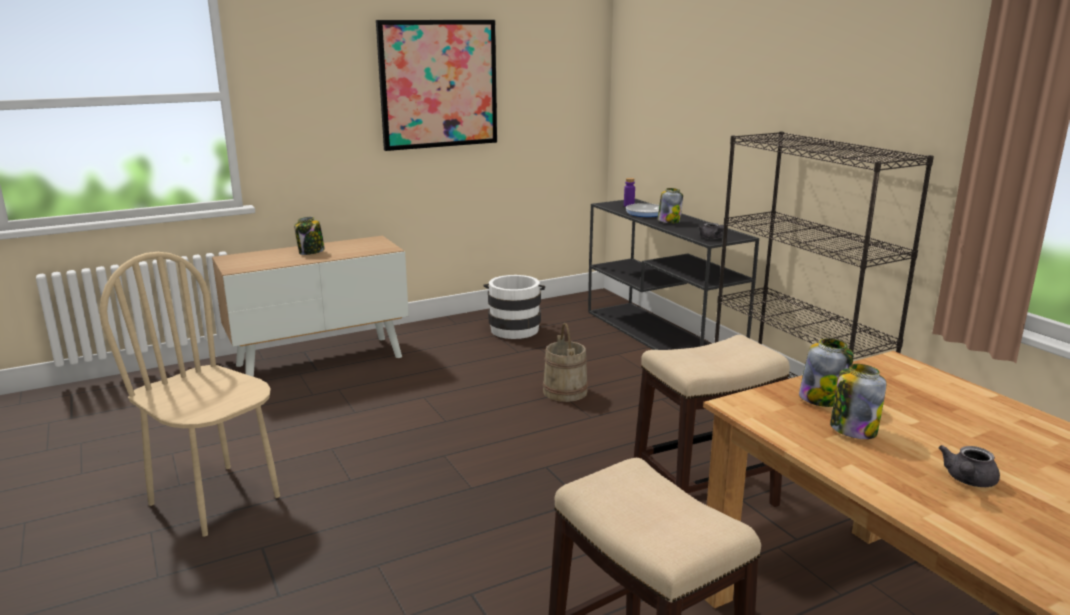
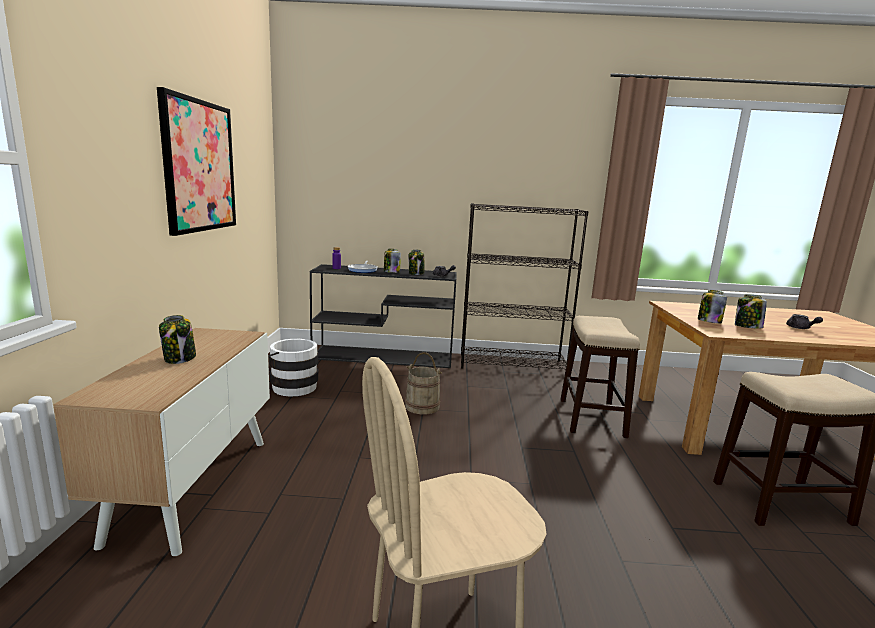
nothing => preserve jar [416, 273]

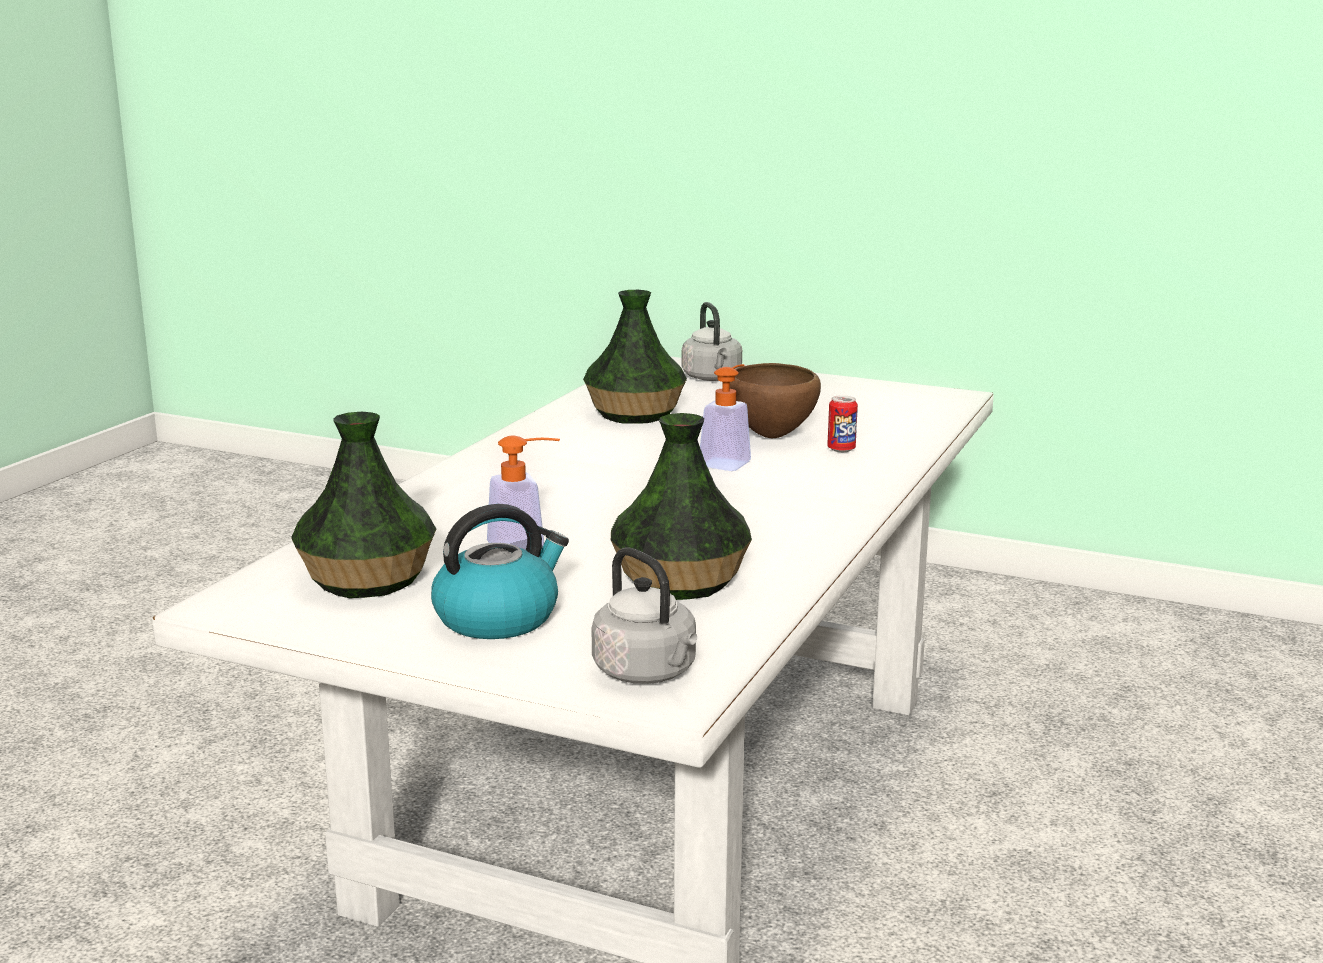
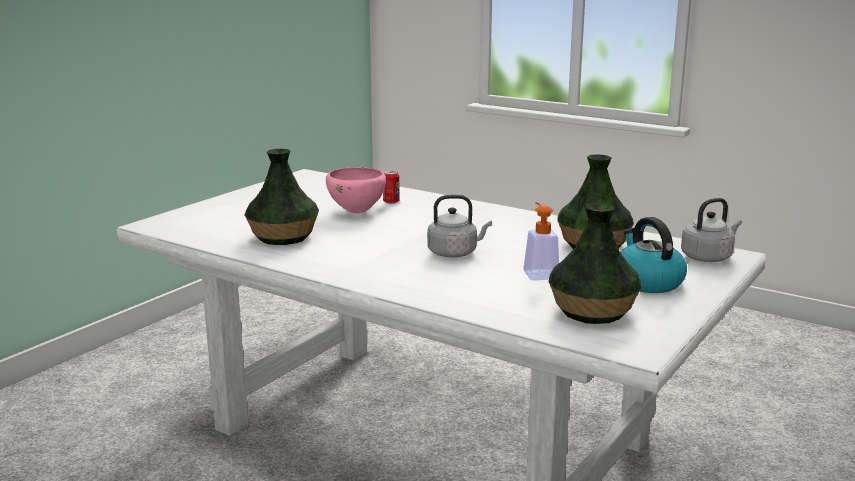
brownish serving bowl [772, 436] => pinkish serving bowl [357, 212]
greyish kettle [712, 378] => greyish kettle [455, 253], moved
soap dispenser [728, 461] => nothing

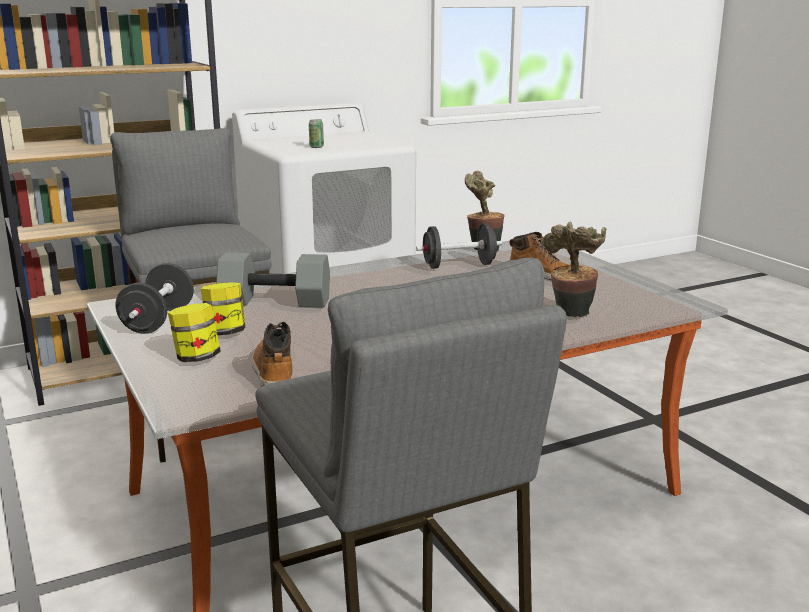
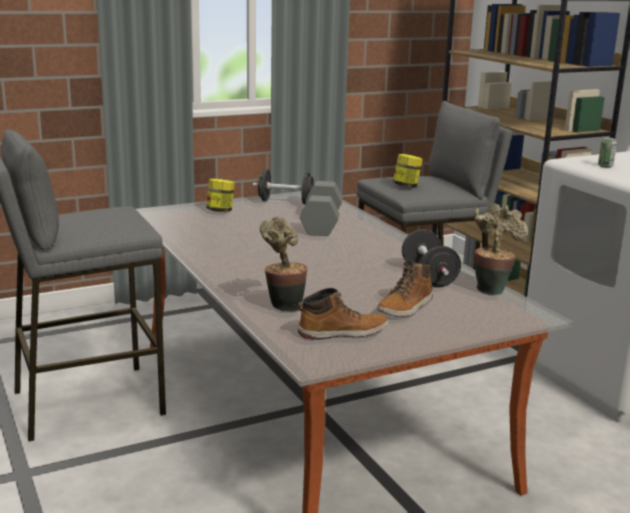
high-top boot [273, 372] => high-top boot [342, 332], moved
preserve jar [225, 332] => preserve jar [406, 186], moved

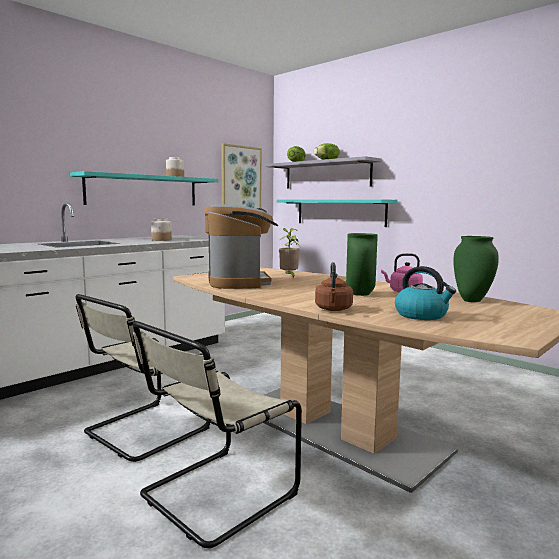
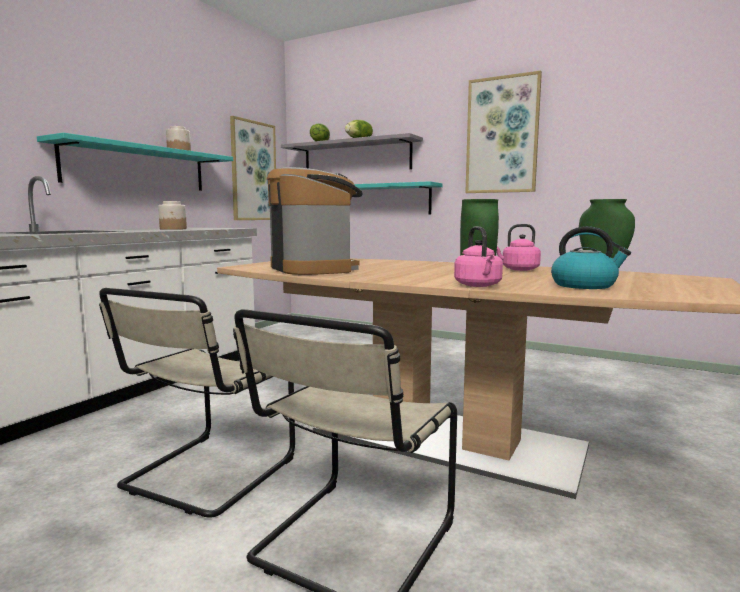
brownish kettle [333, 309] => pinkish kettle [479, 285]
nothing => wall picture [502, 135]
plant in a pot [289, 276] => nothing

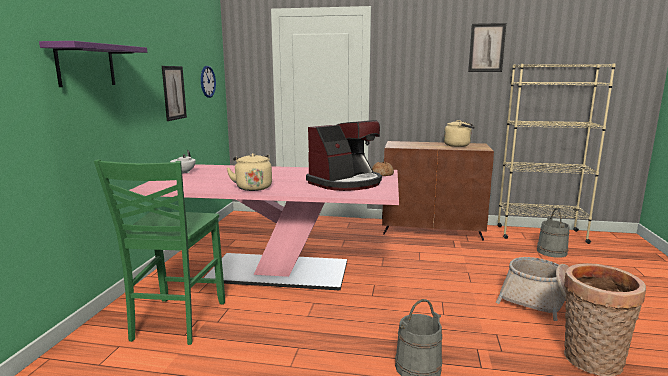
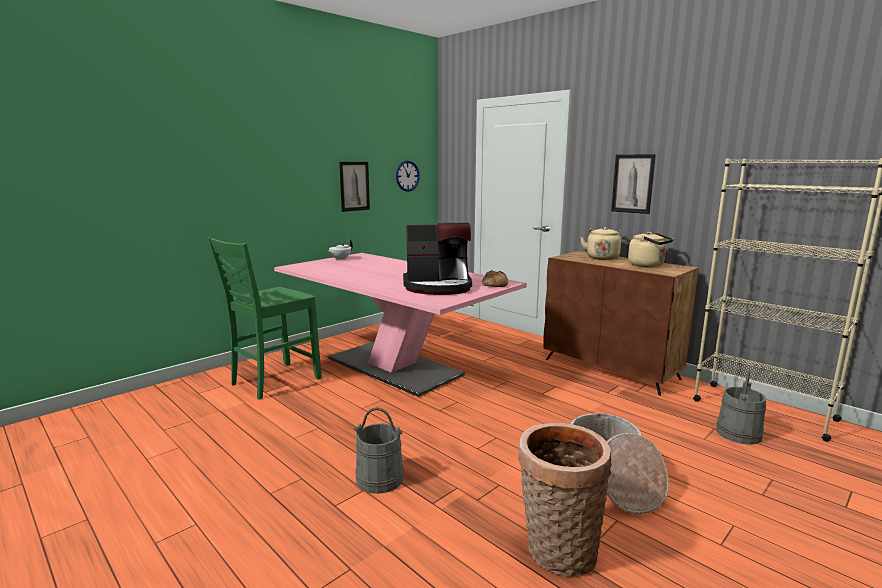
beige-coloured kettle [253, 187] => beige-coloured kettle [602, 257], moved
wall picture [486, 48] => wall picture [632, 183], moved
purplish bracket shelf [86, 65] => nothing

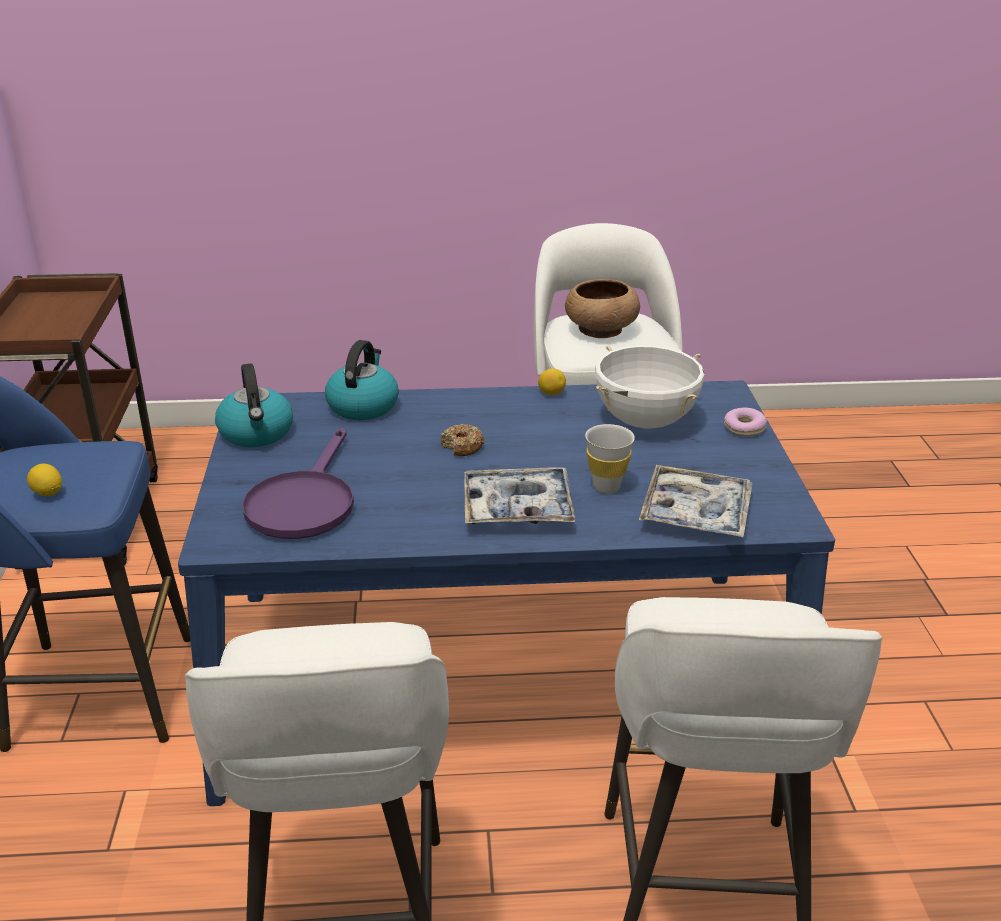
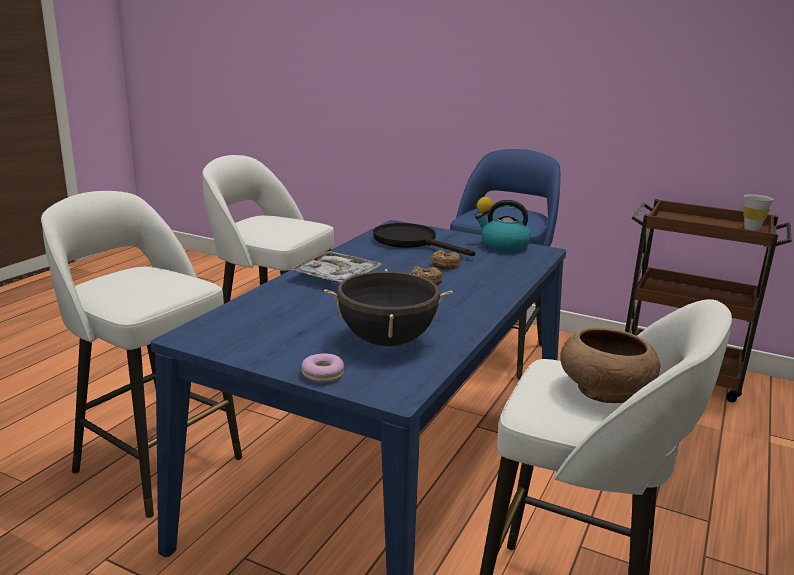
whitish stockpot [645, 421] => black-coloured stockpot [387, 341]
purplish pan [304, 502] => black-coloured pan [412, 242]
nothing => ring doughnut [445, 265]
whitish small cup [606, 487] => whitish small cup [751, 229], moved
kettle [363, 405] => nothing
whole lemon [551, 393] => nothing
serving tray [695, 512] => nothing

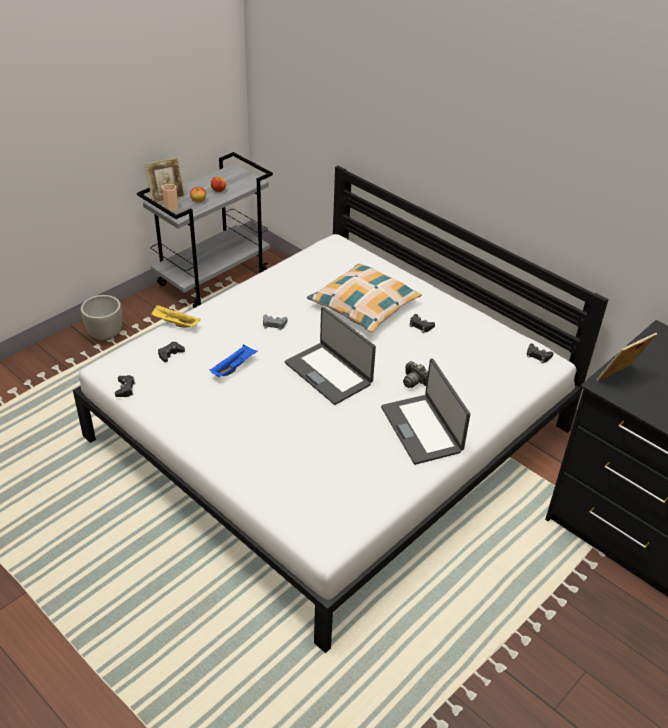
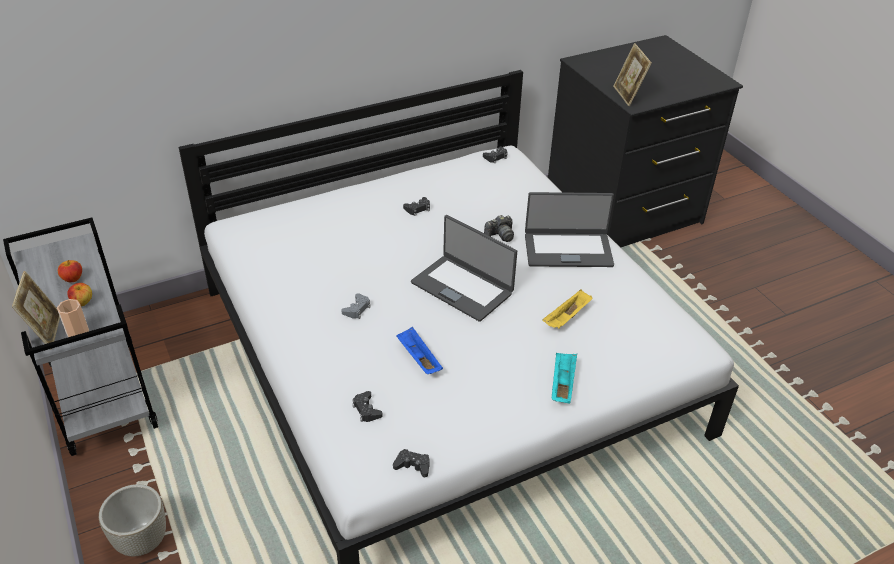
notebook computer [329, 373] => notebook computer [462, 287], 60 degrees clockwise
yellow serving tray [175, 323] => yellow serving tray [566, 318], moved
nothing => turquoise serving tray [562, 384]
cushion [364, 305] => nothing

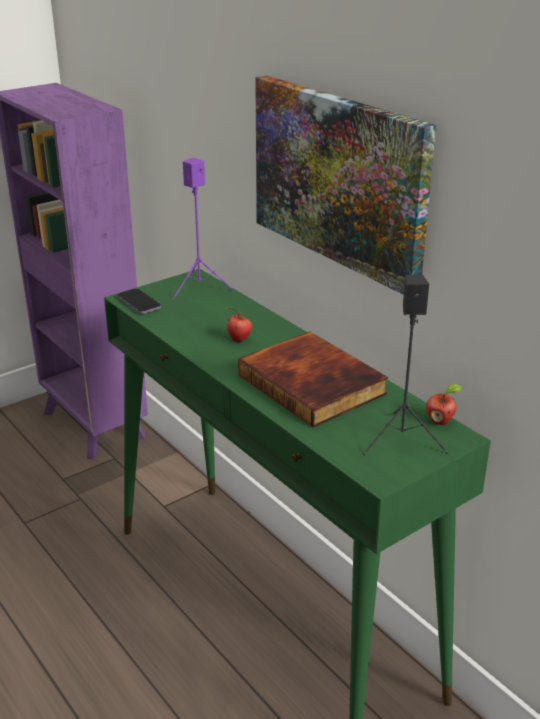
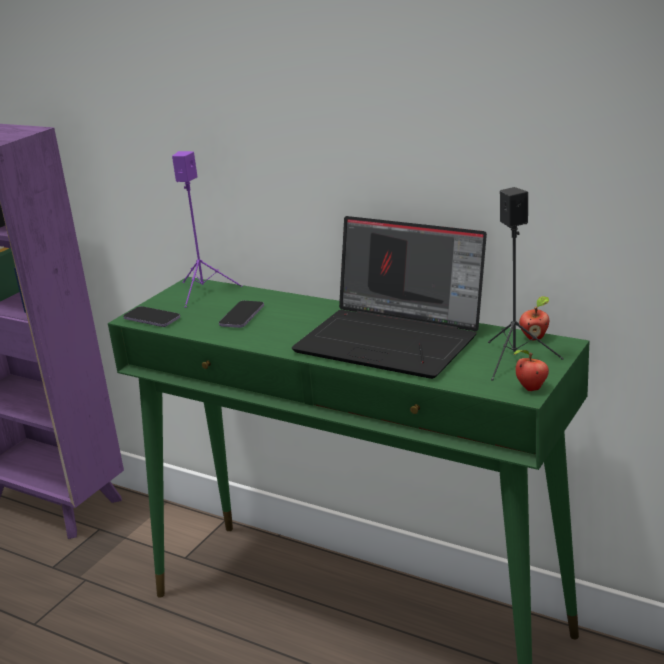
nothing => handset [242, 316]
volume [314, 384] => notebook computer [394, 339]
apple fruit [238, 340] => apple fruit [530, 388], moved
wall picture [339, 179] => nothing

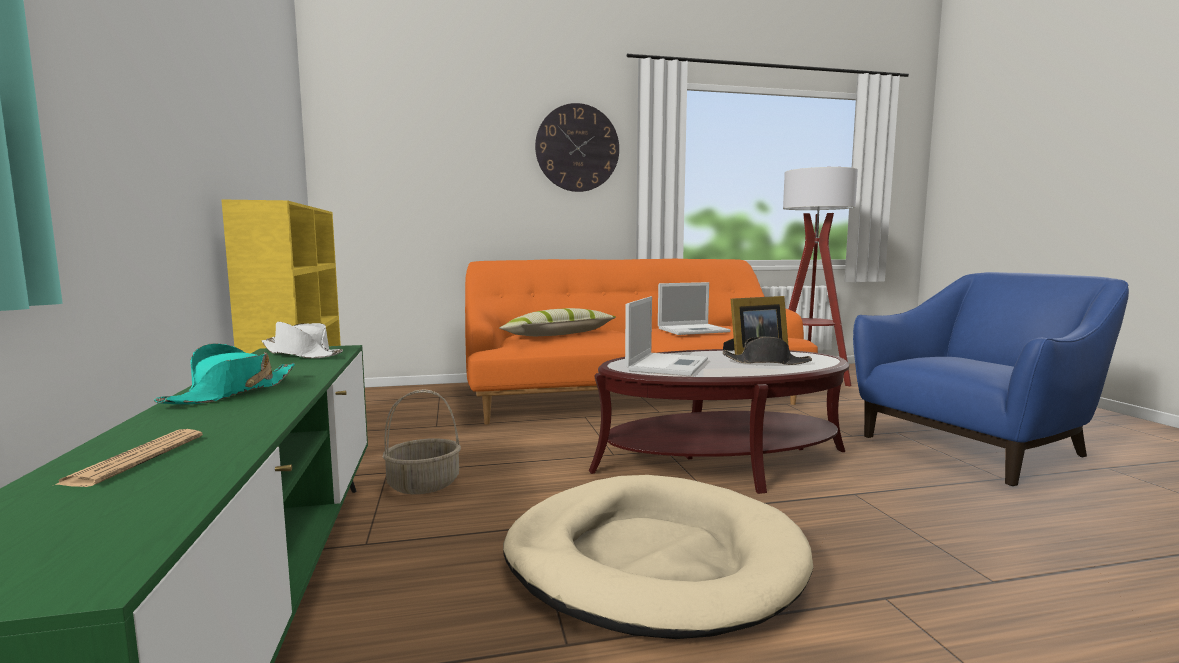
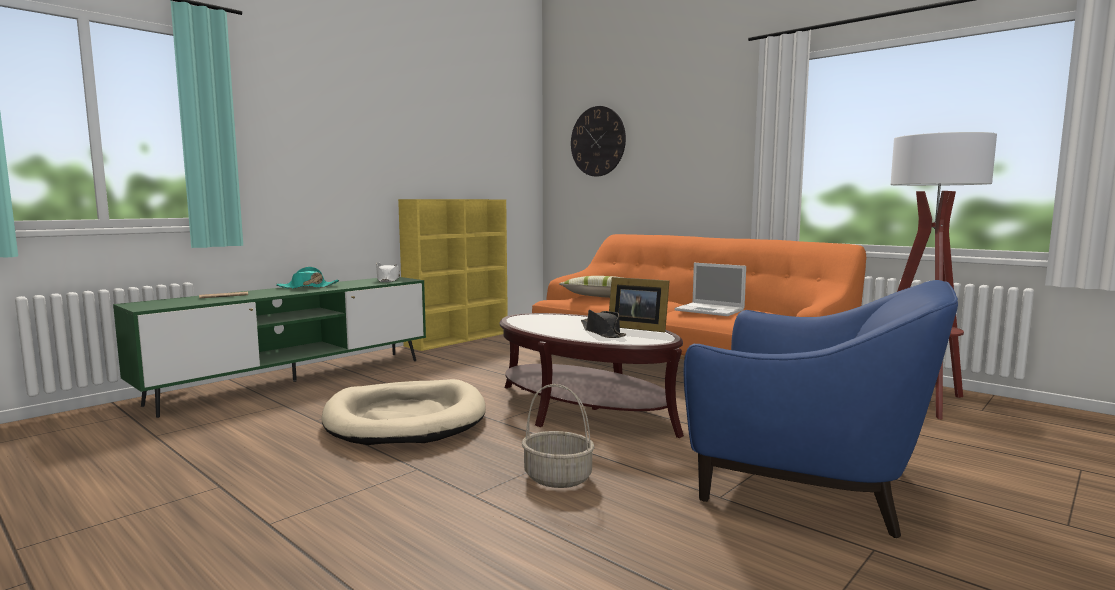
household basket [423, 485] => household basket [556, 478], moved
hanging clock [577, 148] => hanging clock [598, 141], moved
notebook computer [668, 364] => nothing

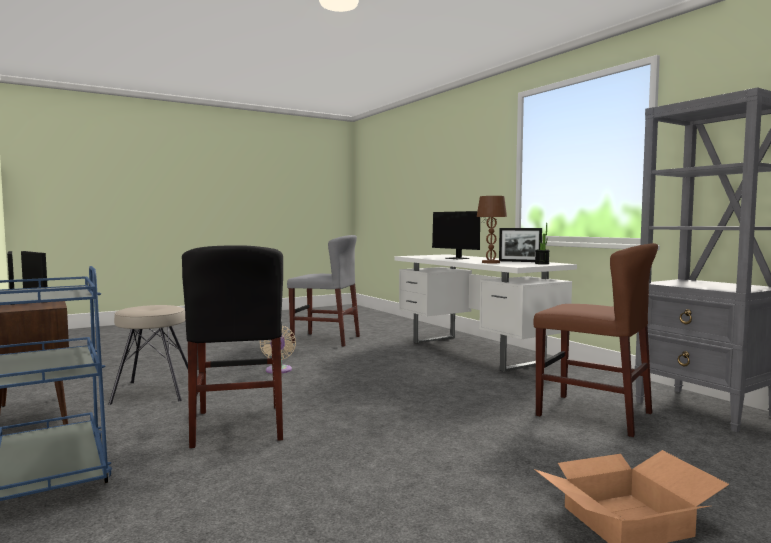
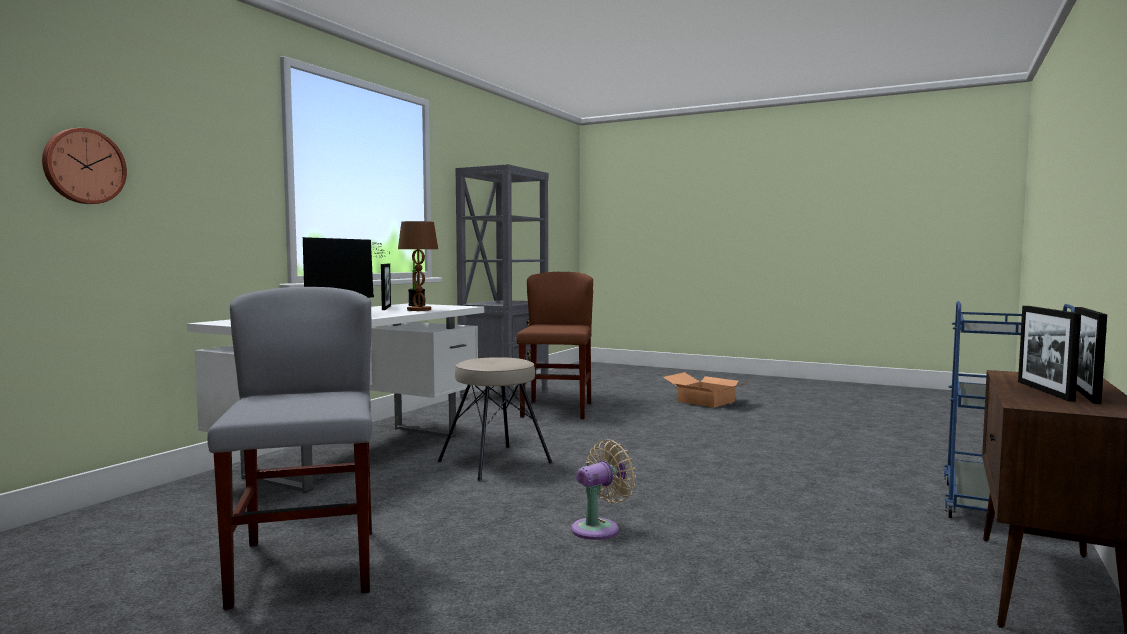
nothing => hanging clock [83, 166]
beige-coloured stool [153, 391] => beige-coloured stool [495, 462], moved
black-coloured chair [238, 425] => nothing

